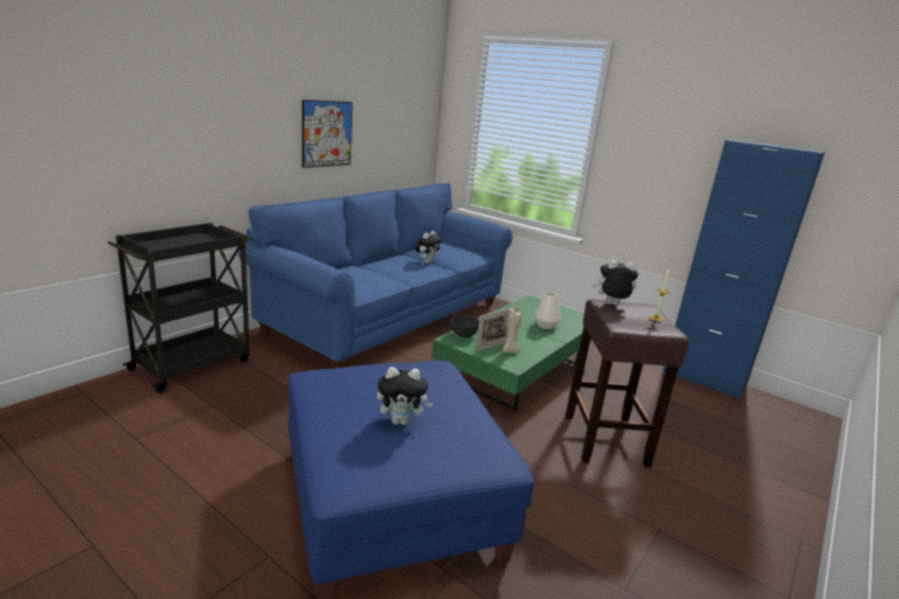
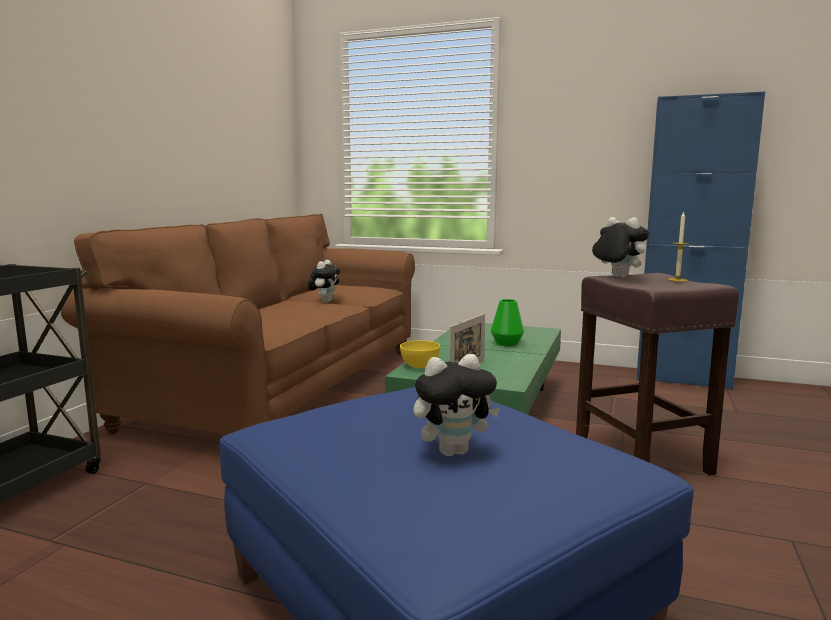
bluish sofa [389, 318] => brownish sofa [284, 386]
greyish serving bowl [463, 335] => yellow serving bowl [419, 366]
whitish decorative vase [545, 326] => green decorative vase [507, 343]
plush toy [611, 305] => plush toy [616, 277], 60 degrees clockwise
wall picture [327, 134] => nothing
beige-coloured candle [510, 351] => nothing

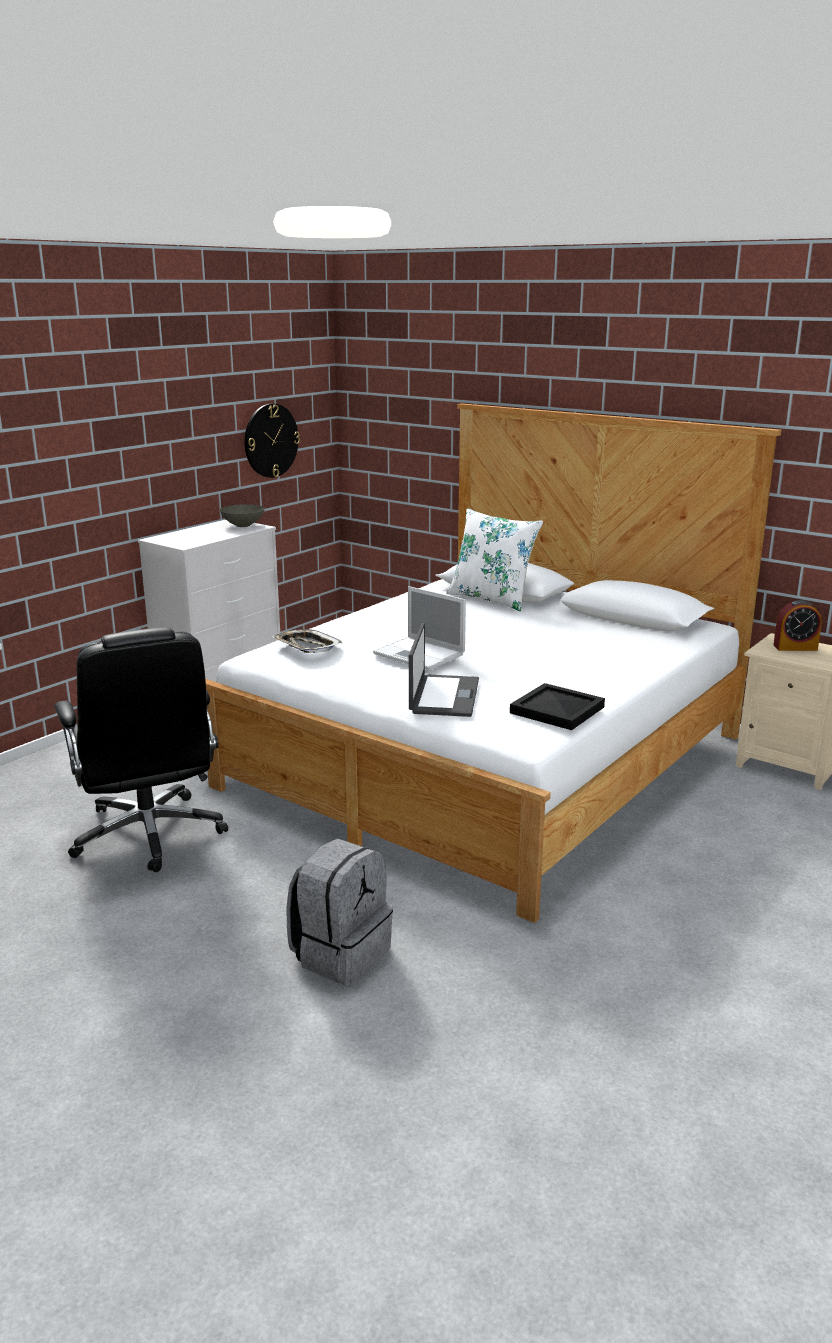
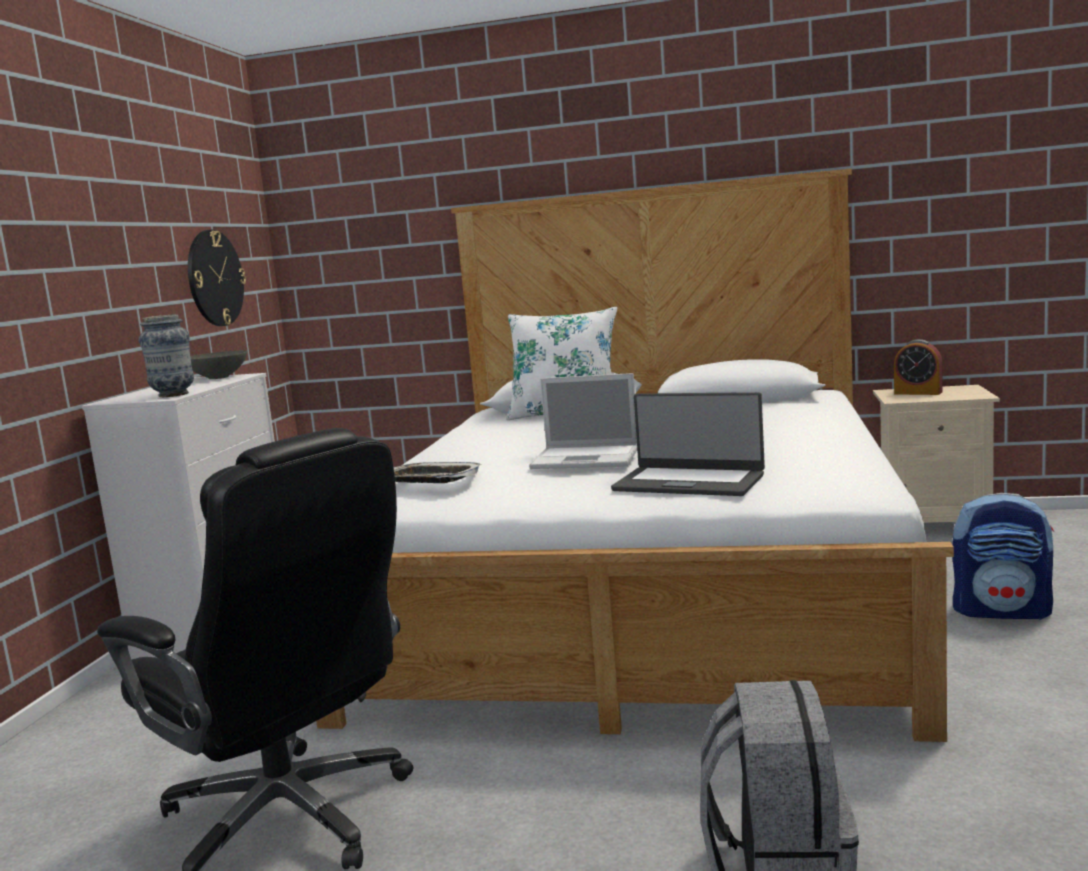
nothing => decorative vase [173, 395]
notebook computer [443, 696] => notebook computer [689, 482], 135 degrees clockwise
table clock [795, 647] => table clock [918, 393], 60 degrees clockwise
nothing => backpack [1002, 611]
black-coloured serving tray [558, 710] => nothing

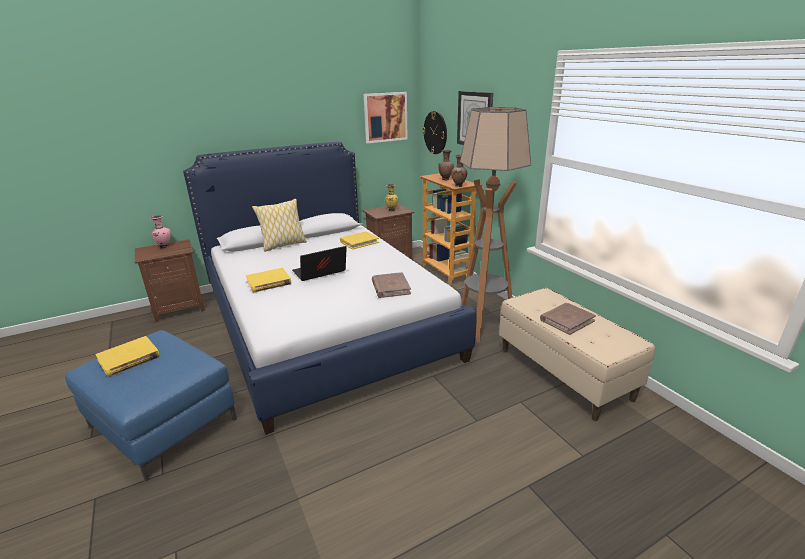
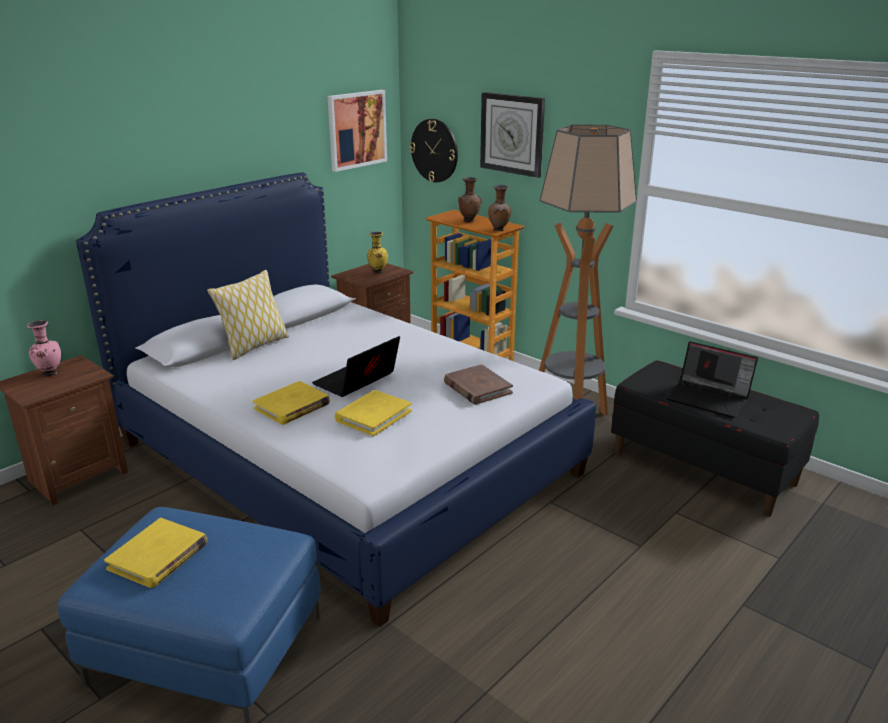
yellow volume [359, 242] => yellow volume [373, 416], moved
beige-coloured bench [564, 373] => black-coloured bench [703, 468]
brownish volume [567, 320] => notebook computer [709, 398]

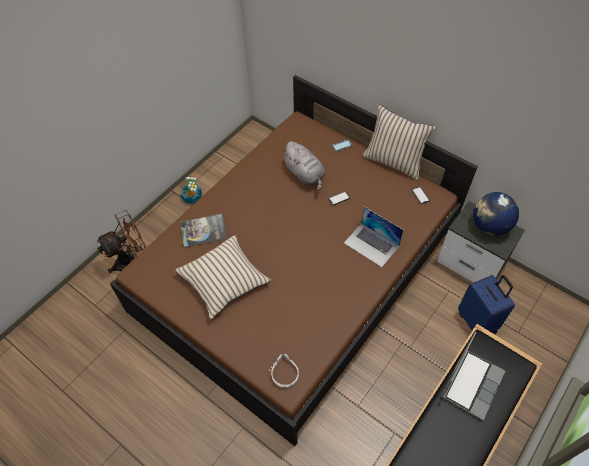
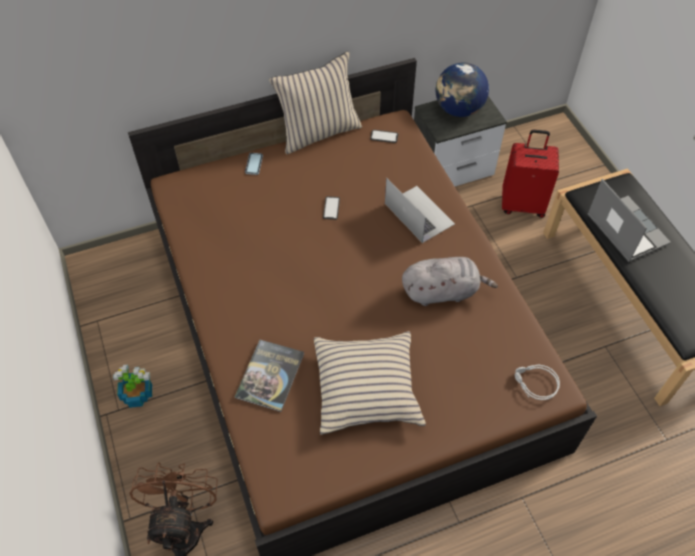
notebook computer [371, 244] => notebook computer [419, 213], 105 degrees counterclockwise
greyish plush toy [305, 175] => greyish plush toy [442, 291], moved
bluish piece of luggage [477, 322] => red-coloured piece of luggage [522, 204]

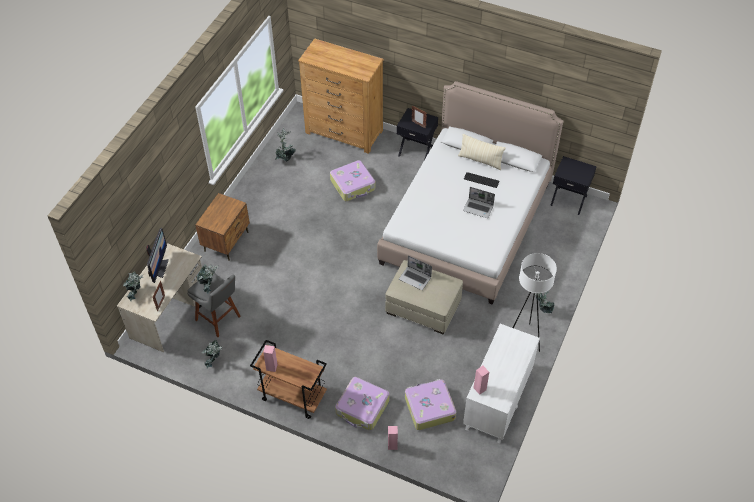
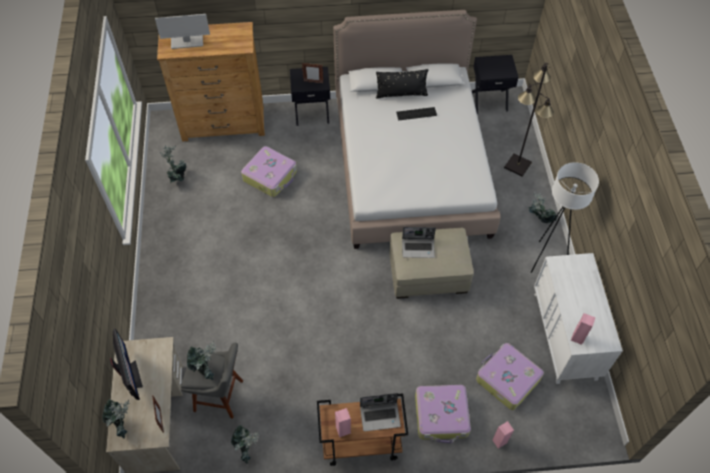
nothing => monitor [186, 42]
notebook computer [478, 208] => notebook computer [380, 416], moved
beige-coloured cushion [480, 160] => black-coloured cushion [401, 94]
nothing => black-coloured standard lamp [518, 165]
brownish bedside table [227, 241] => nothing

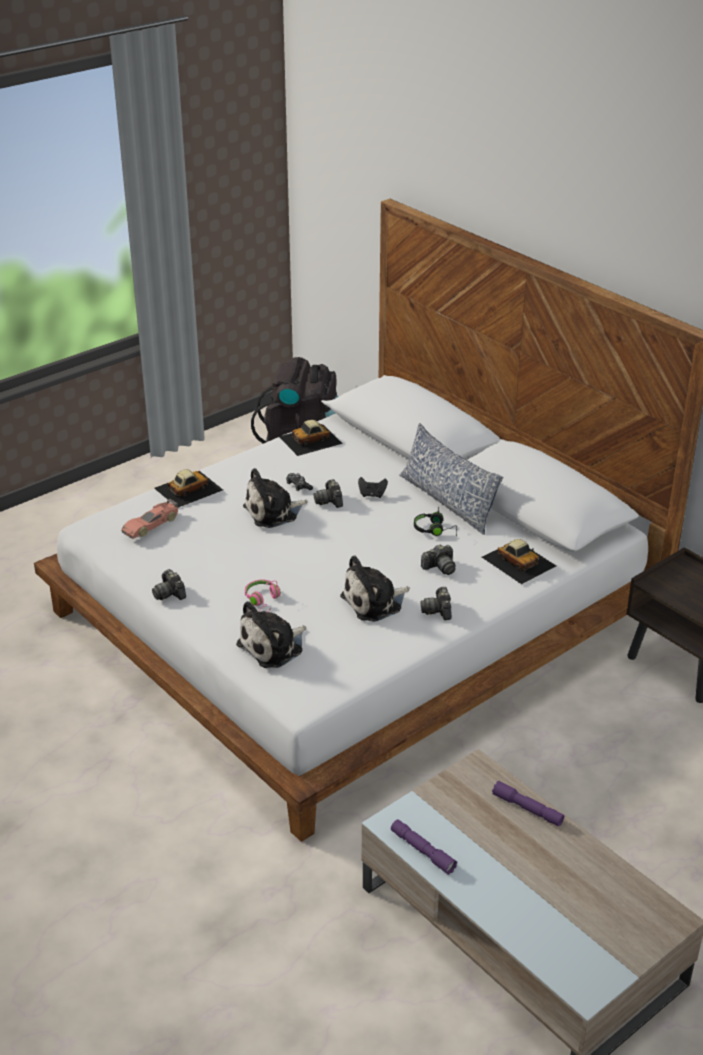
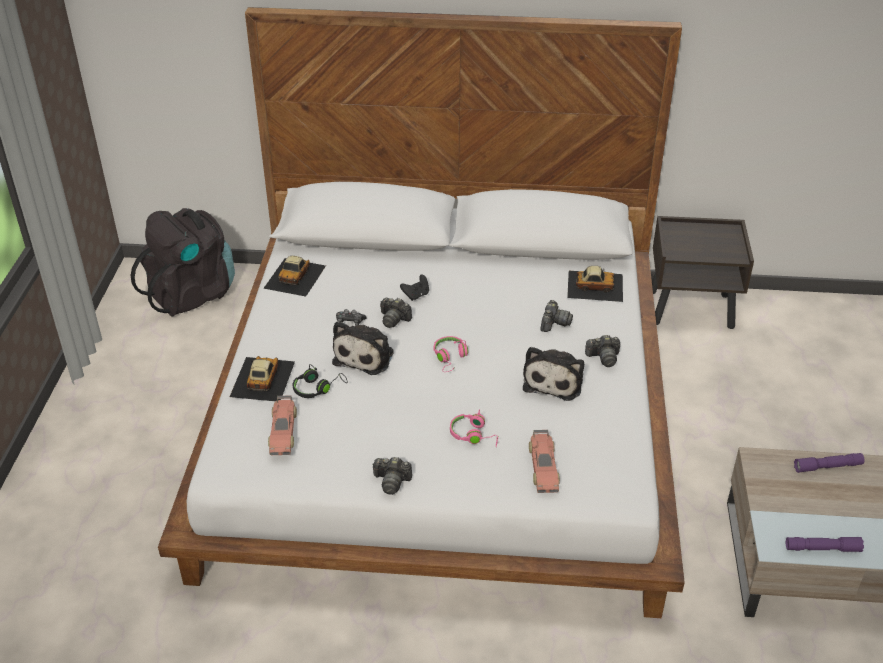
black-coloured pair of headphones [435, 530] => black-coloured pair of headphones [317, 388], moved
nothing => pinkish pair of headphones [450, 358]
plush toy [273, 647] => toy car [543, 467]
photo camera [438, 610] => photo camera [603, 357], 45 degrees counterclockwise
cushion [447, 501] => nothing

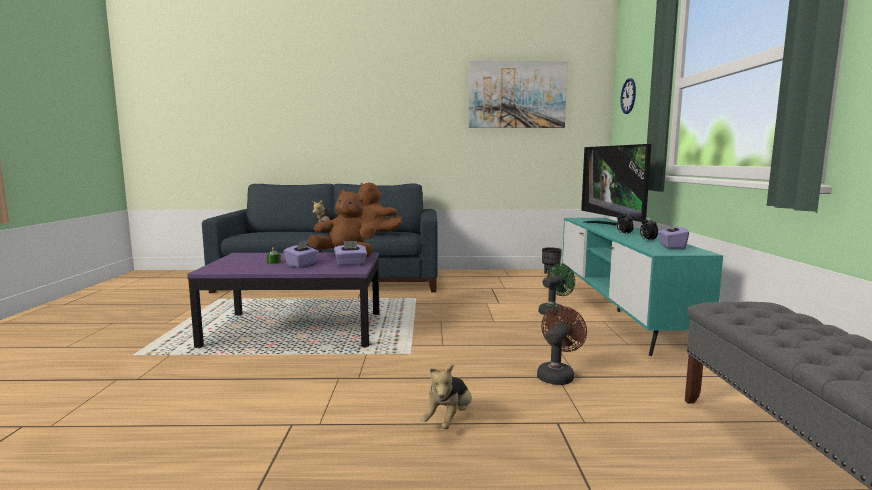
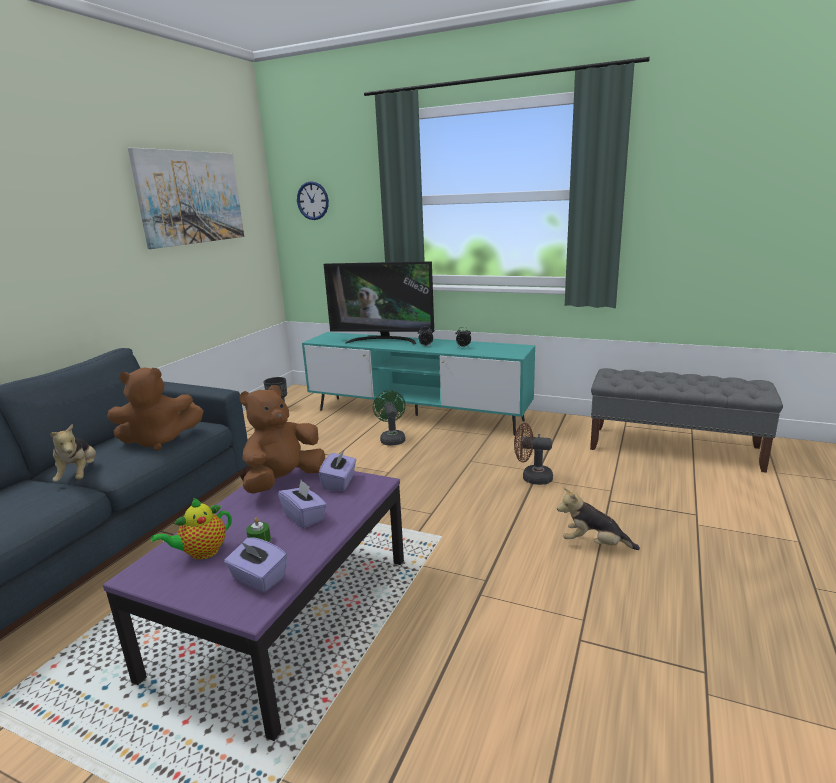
nothing => tea pot [201, 553]
purplish box of tissues [671, 246] => purplish box of tissues [258, 579], moved
brownish cooling fan [557, 375] => brownish cooling fan [532, 478], 45 degrees counterclockwise
plush toy [449, 420] => plush toy [594, 544], 150 degrees clockwise

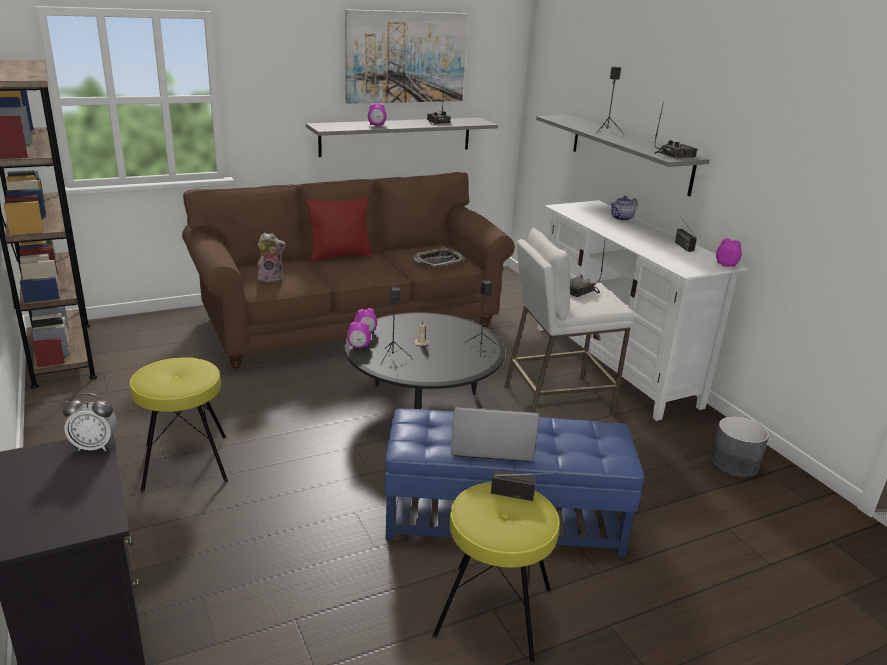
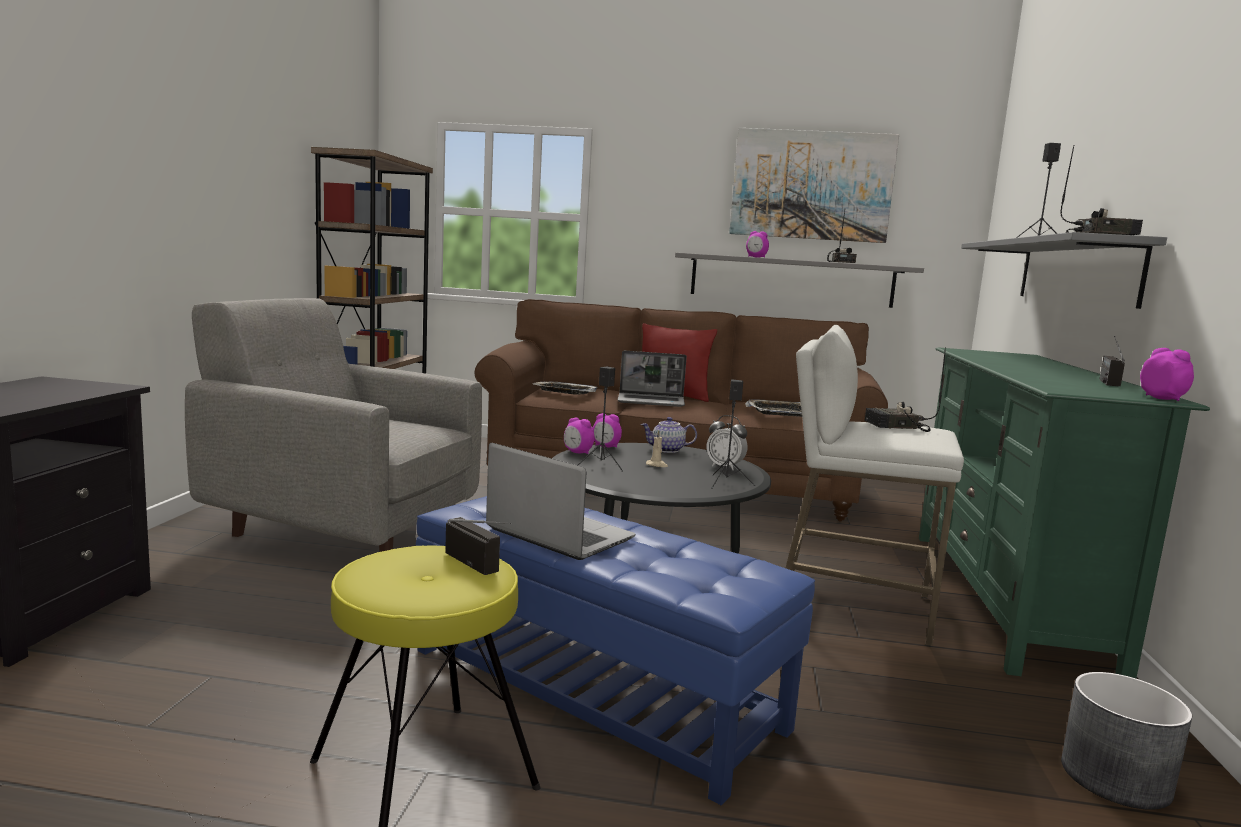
yellow stool [185, 462] => greyish lounge chair [341, 530]
plush toy [271, 278] => serving tray [564, 392]
nothing => notebook computer [652, 401]
tea pot [622, 218] => tea pot [667, 450], moved
table clock [95, 446] => table clock [725, 467], moved
whitish media console [614, 365] => green media console [1005, 599]

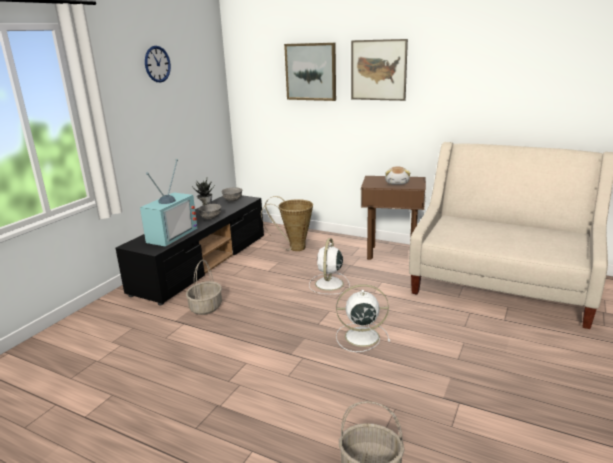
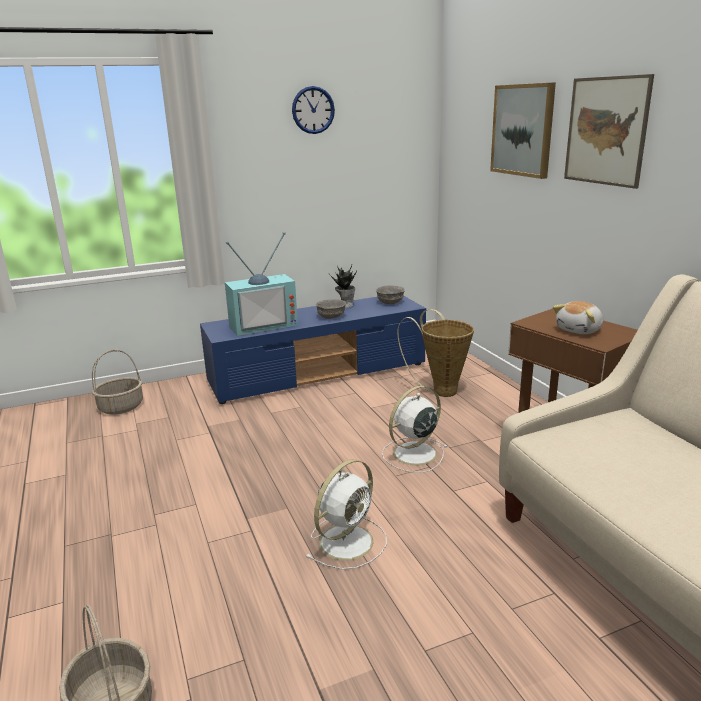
household basket [206, 307] => household basket [120, 407], moved
black-coloured media console [202, 263] => bluish media console [319, 373]
whitish cooling fan [360, 336] => whitish cooling fan [348, 541], 90 degrees clockwise

